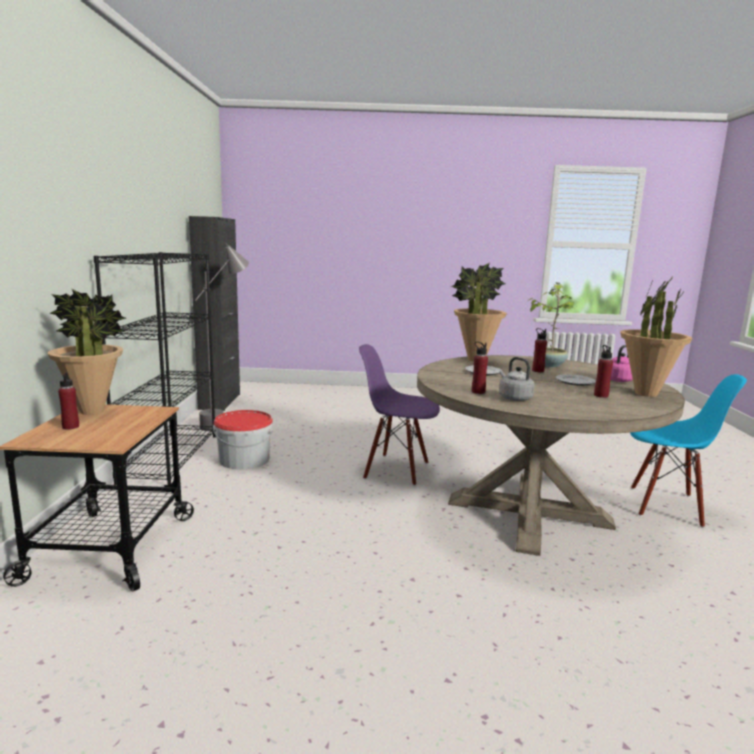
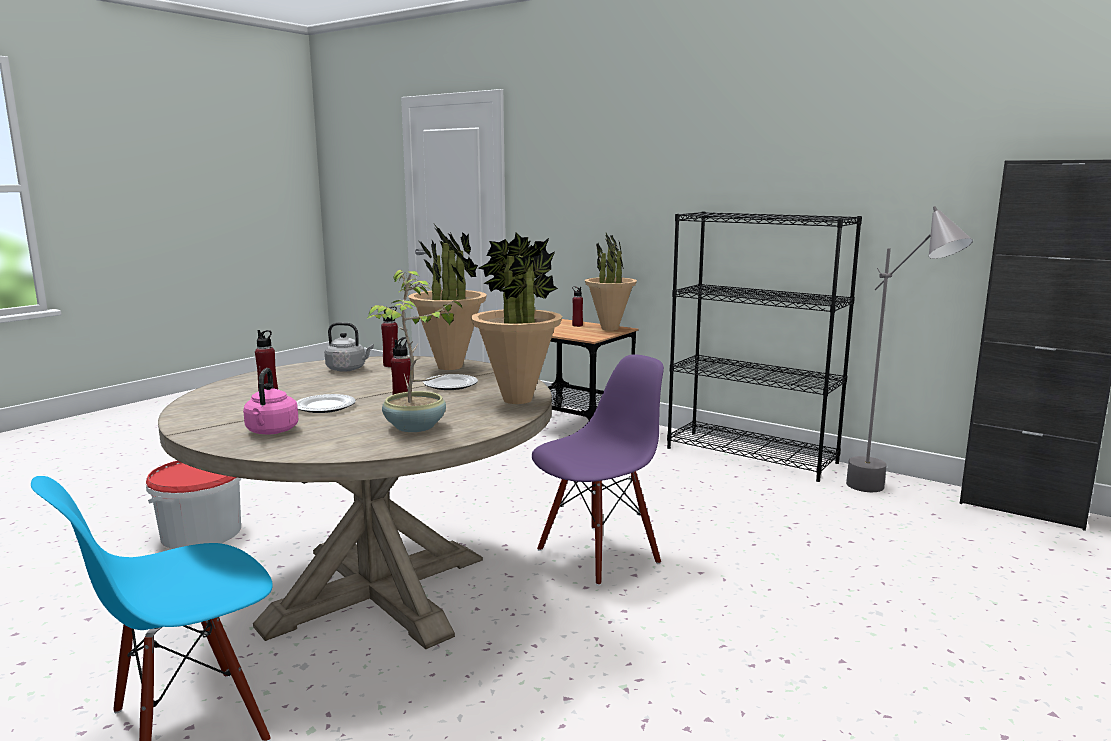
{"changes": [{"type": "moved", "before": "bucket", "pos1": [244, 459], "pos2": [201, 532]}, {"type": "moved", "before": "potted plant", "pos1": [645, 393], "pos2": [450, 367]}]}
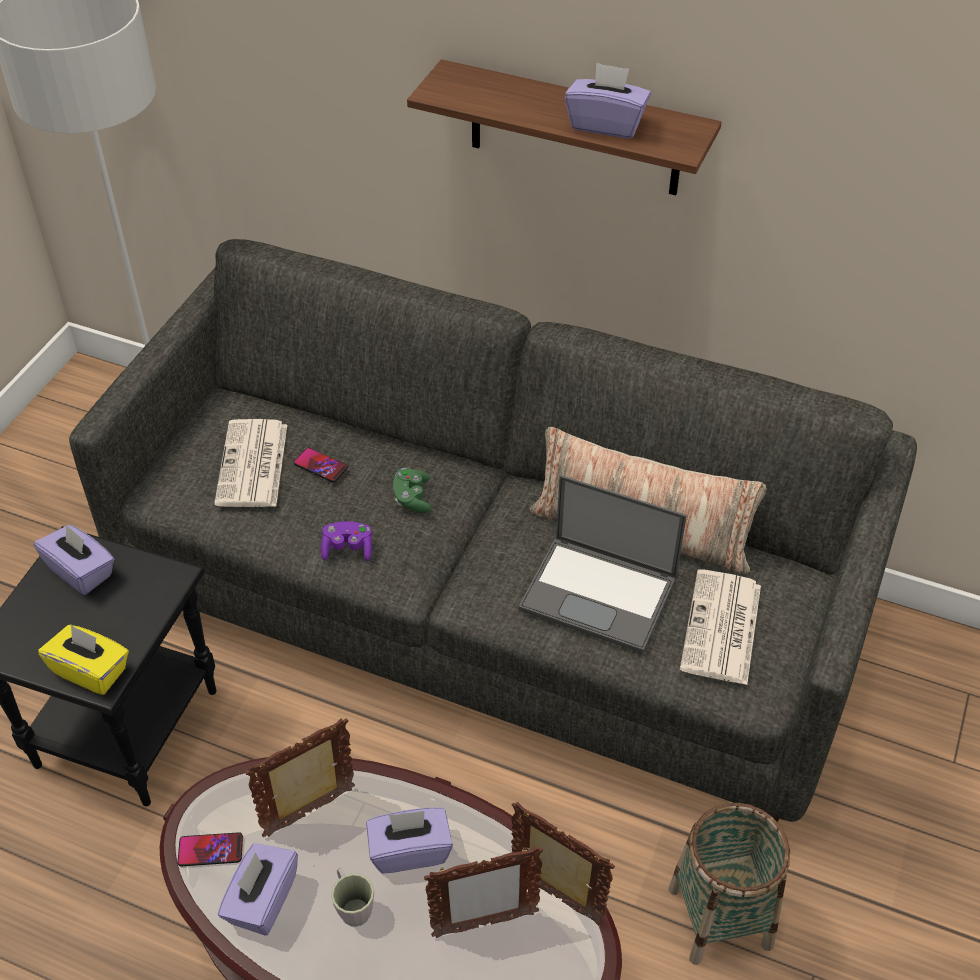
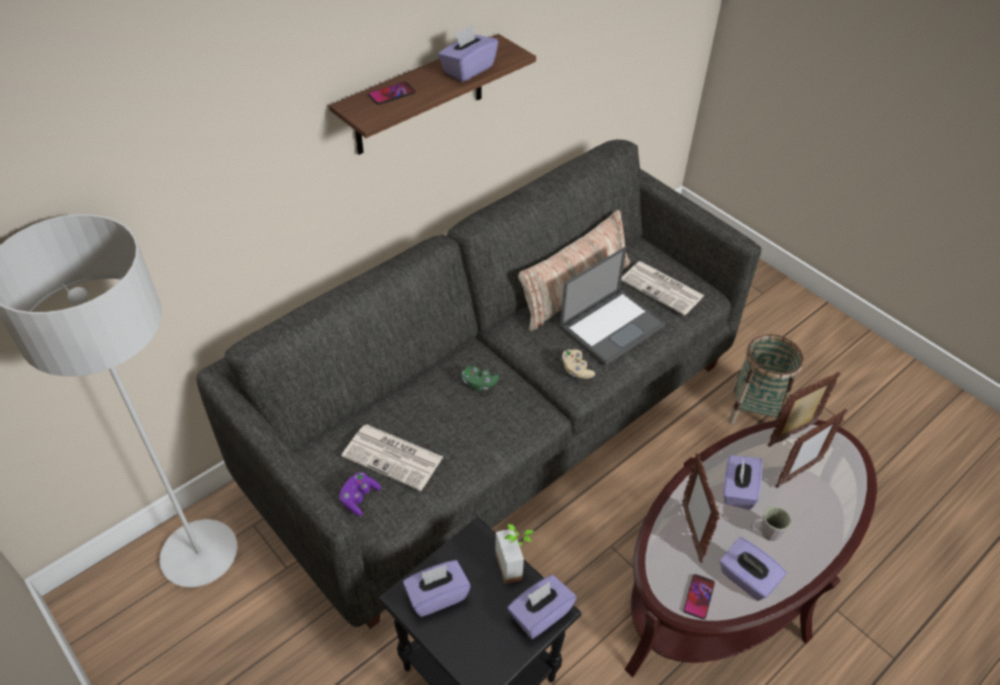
{"changes": [{"type": "added", "after": "potted plant", "pos2": [515, 564]}, {"type": "added", "after": "beige game controller", "pos2": [576, 370]}, {"type": "moved", "before": "phone", "pos1": [320, 466], "pos2": [392, 94]}, {"type": "moved", "before": "purple game controller", "pos1": [348, 549], "pos2": [359, 498]}, {"type": "recoloured", "before": "yellow tissue box", "after": "purple tissue box", "pos1": [91, 671], "pos2": [540, 614]}, {"type": "turned", "before": "picture frame", "pos1": [484, 924], "pos2": [797, 473], "turn": 45}]}
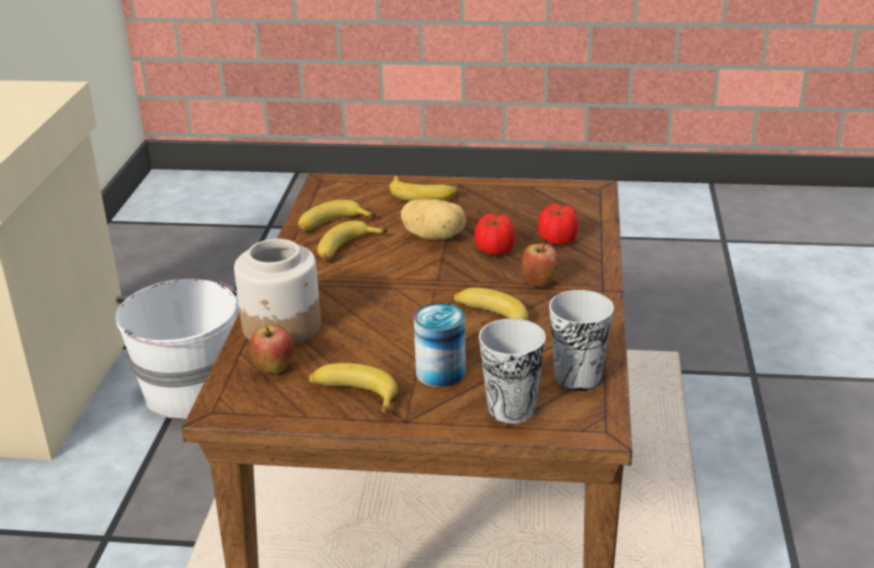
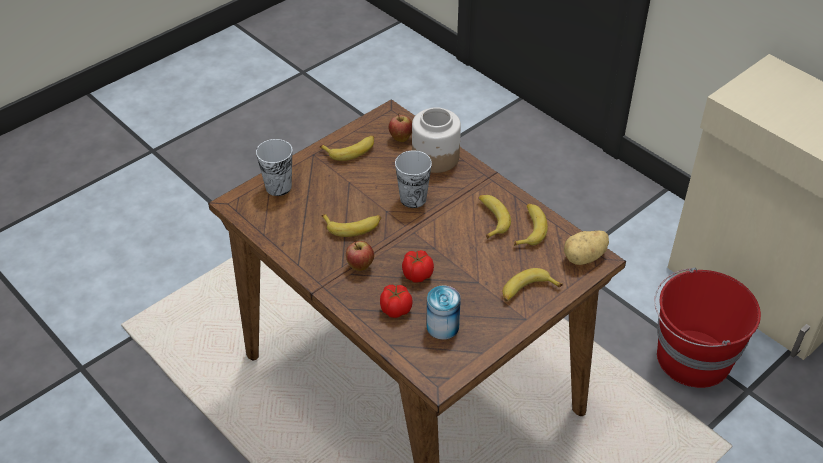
{"changes": [{"type": "moved", "before": "potato", "pos1": [434, 236], "pos2": [585, 258]}, {"type": "moved", "before": "can", "pos1": [440, 372], "pos2": [442, 326]}, {"type": "moved", "before": "cup", "pos1": [577, 378], "pos2": [413, 199]}, {"type": "recoloured", "before": "white bucket", "after": "red bucket", "pos1": [192, 392], "pos2": [692, 358]}]}
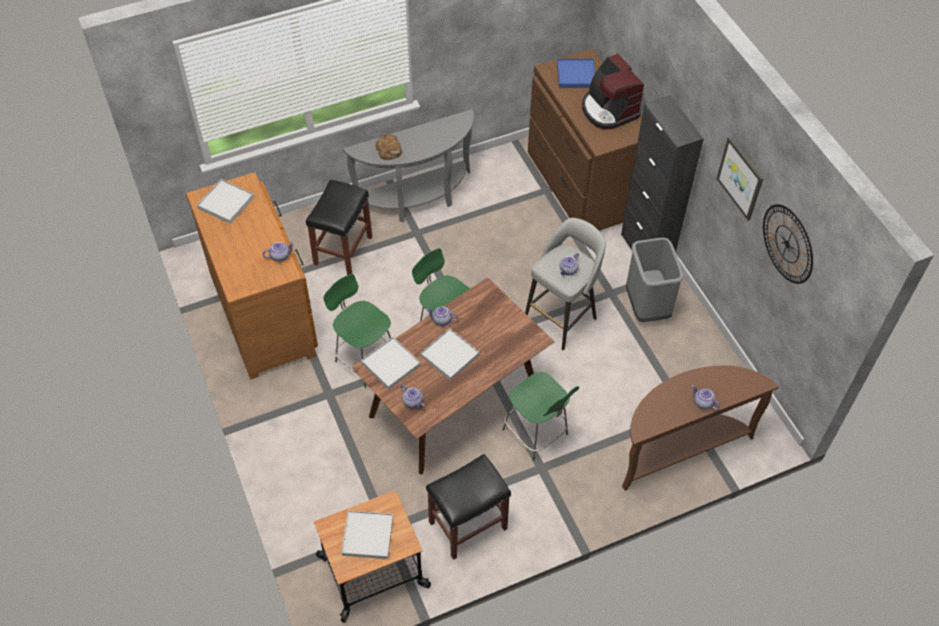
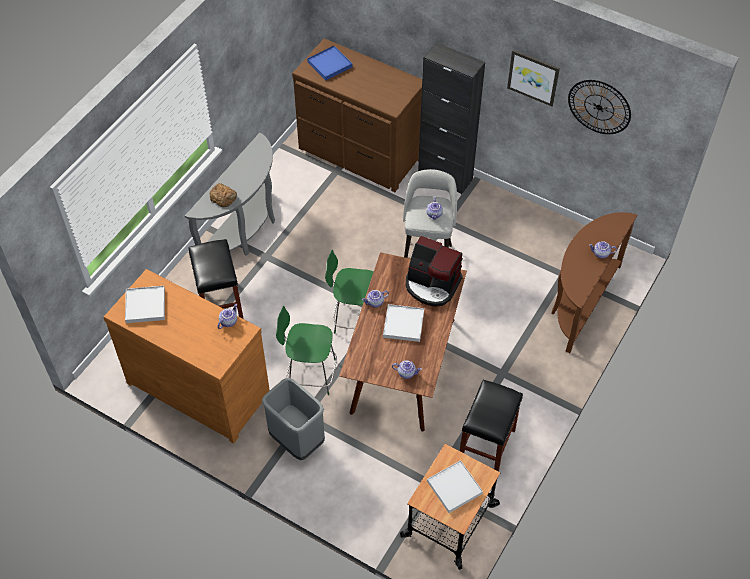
{"changes": [{"type": "removed", "before": "white tray", "pos1": [391, 364]}, {"type": "removed", "before": "green chair", "pos1": [536, 433]}, {"type": "moved", "before": "coffee machine", "pos1": [609, 110], "pos2": [432, 285]}, {"type": "moved", "before": "grey trash can", "pos1": [647, 306], "pos2": [297, 440]}]}
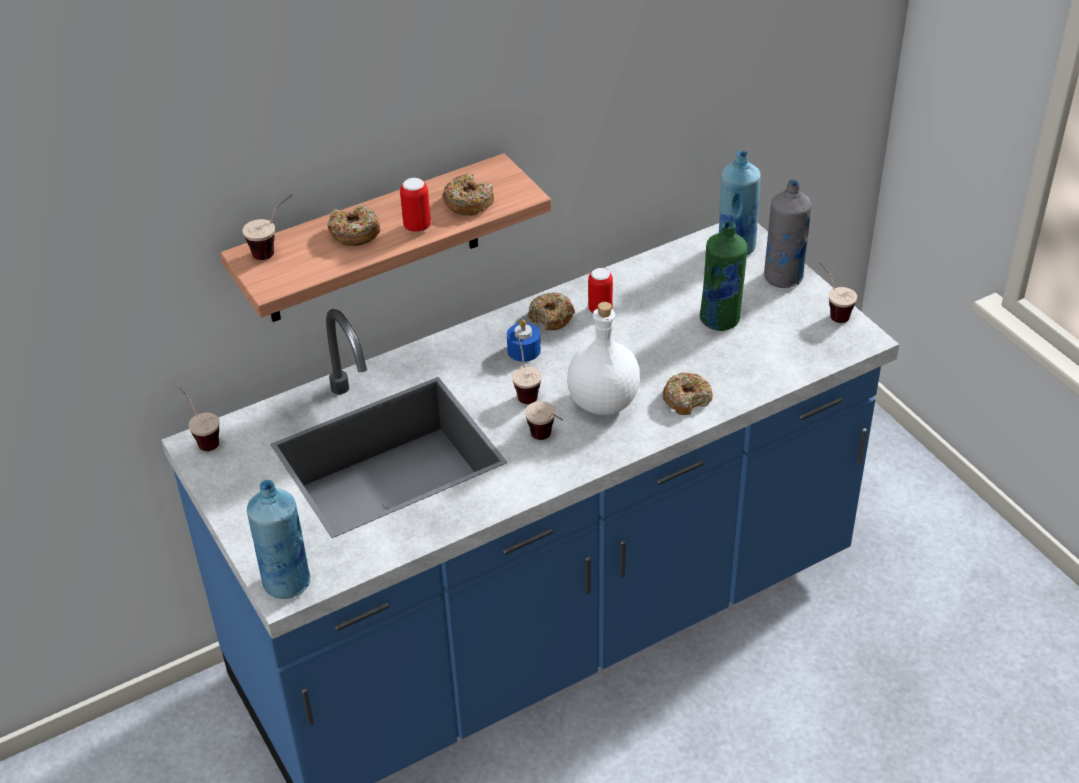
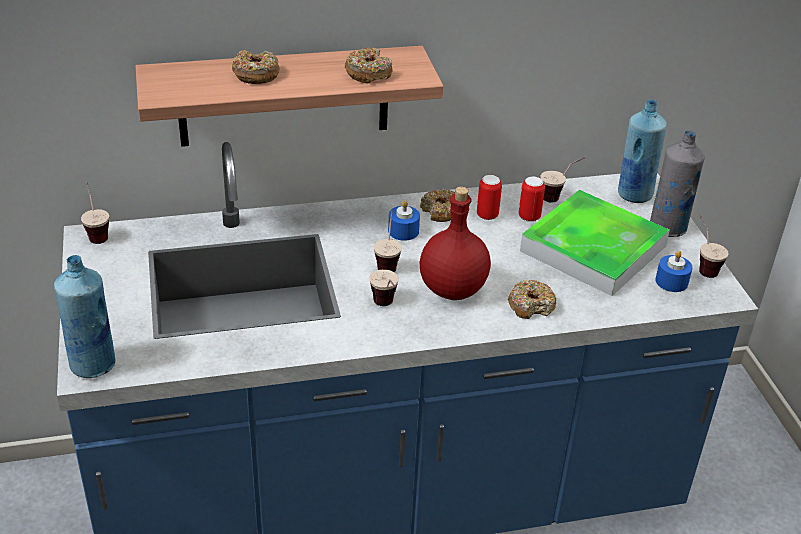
{"changes": [{"type": "added", "after": "blue candle", "pos2": [671, 281]}, {"type": "moved", "before": "cup", "pos1": [274, 248], "pos2": [559, 196]}, {"type": "moved", "before": "can", "pos1": [417, 227], "pos2": [529, 217]}, {"type": "replaced", "before": "green bottle", "after": "tray", "pos1": [720, 320], "pos2": [593, 248]}, {"type": "recoloured", "before": "white bottle", "after": "red bottle", "pos1": [604, 403], "pos2": [453, 290]}]}
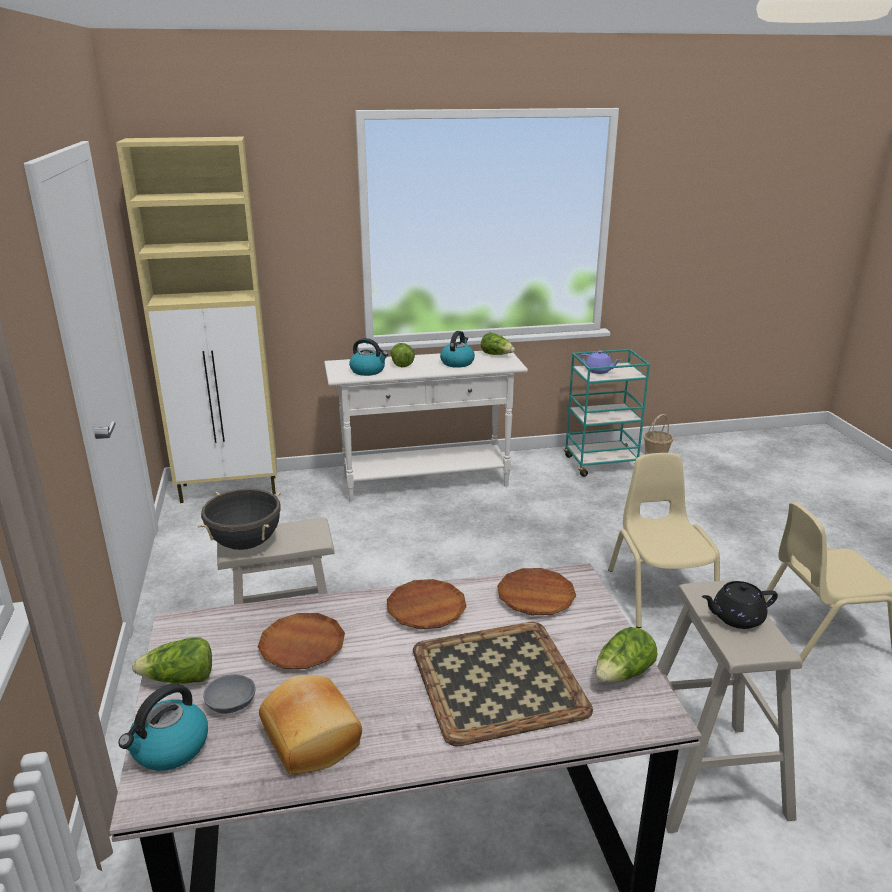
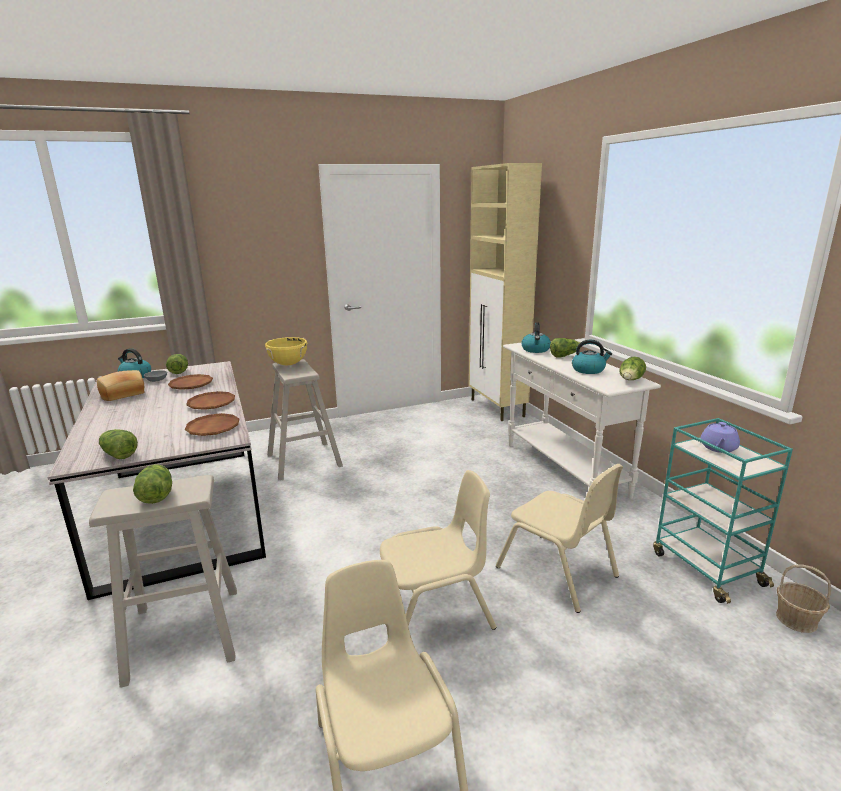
{"changes": [{"type": "removed", "before": "tray", "pos1": [499, 679]}, {"type": "added", "after": "beige chair", "pos2": [557, 572]}, {"type": "replaced", "before": "black teapot", "after": "lettuce", "pos1": [736, 618], "pos2": [155, 494]}, {"type": "recoloured", "before": "black cooking pot", "after": "yellow cooking pot", "pos1": [245, 544], "pos2": [288, 364]}]}
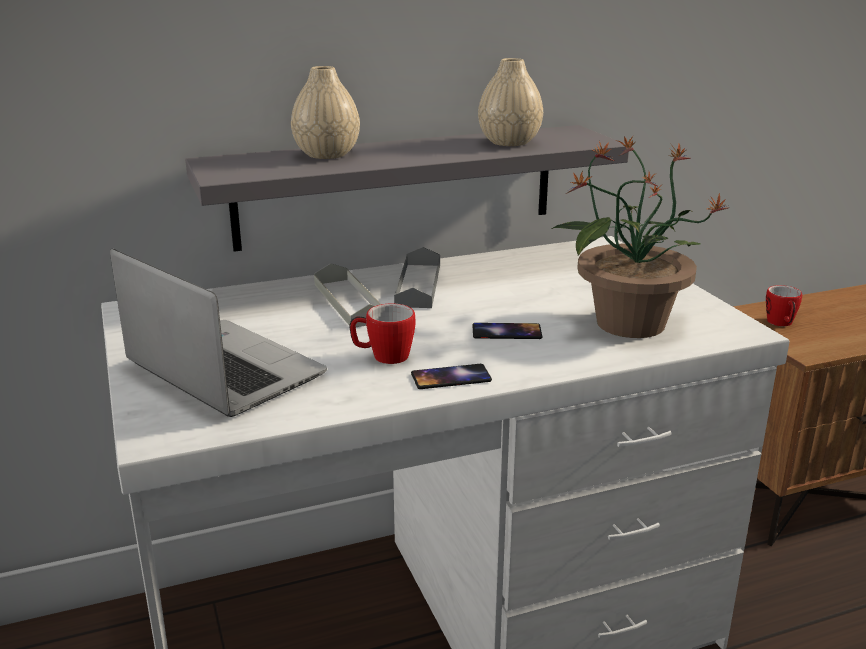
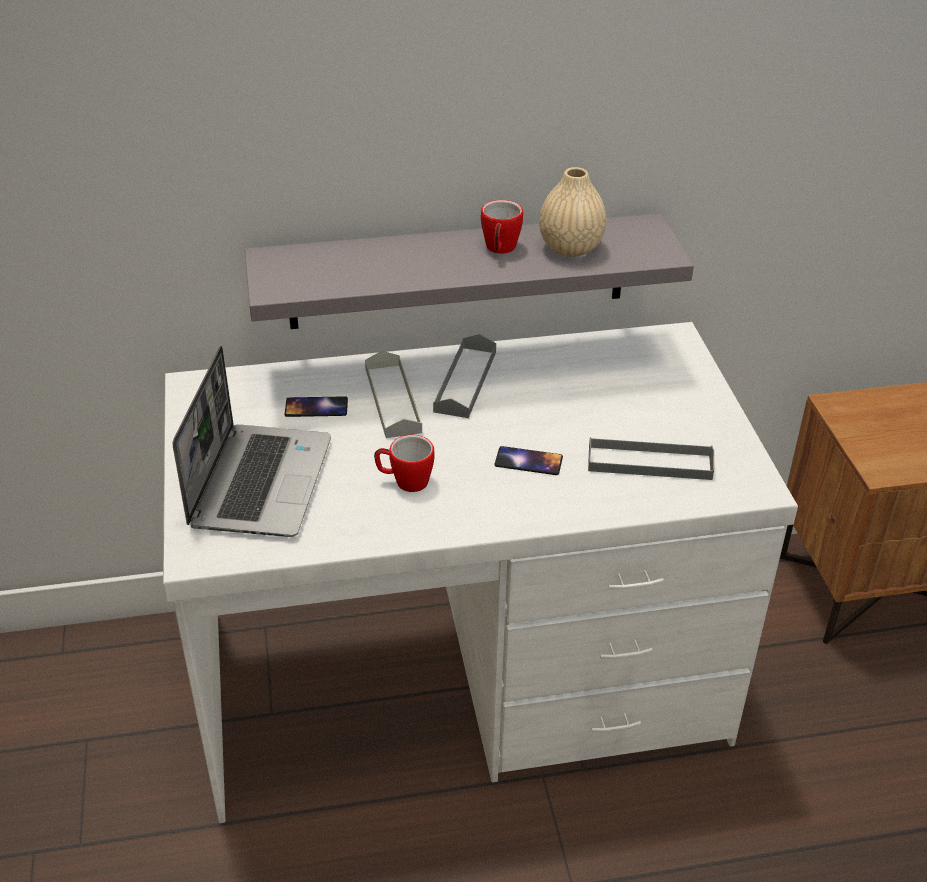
{"changes": [{"type": "removed", "before": "beige vase", "pos1": [326, 154]}, {"type": "moved", "before": "phone", "pos1": [451, 377], "pos2": [316, 407]}, {"type": "moved", "before": "mug", "pos1": [781, 324], "pos2": [500, 250]}, {"type": "replaced", "before": "potted plant", "after": "grey tray", "pos1": [627, 323], "pos2": [649, 463]}, {"type": "turned", "before": "laptop", "pos1": [221, 370], "pos2": [260, 481], "turn": 45}]}
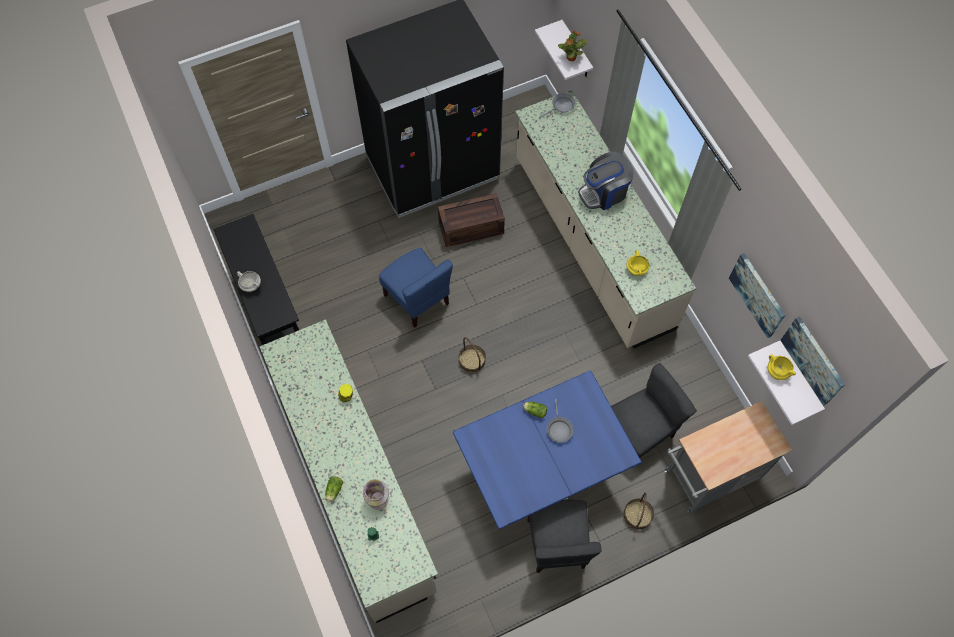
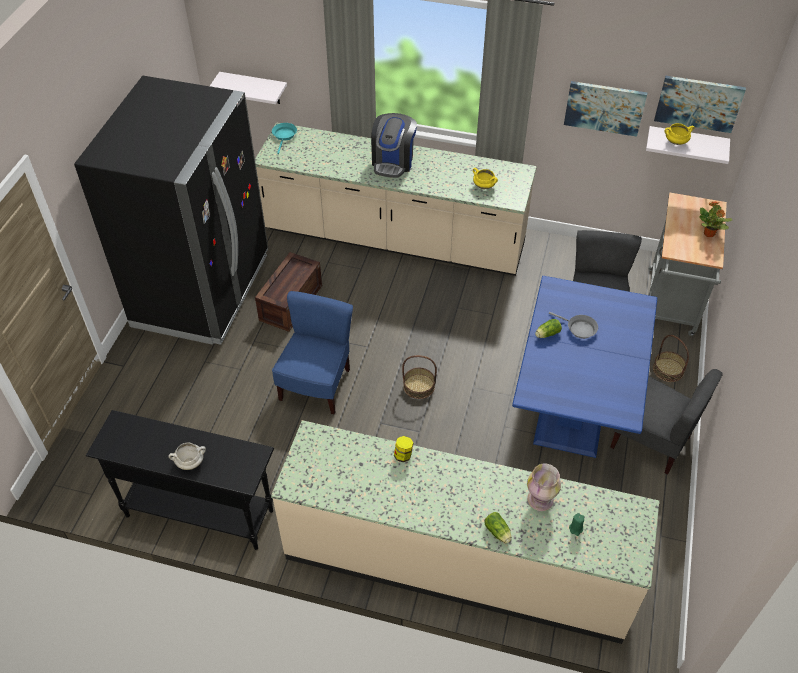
{"changes": [{"type": "moved", "before": "potted plant", "pos1": [570, 58], "pos2": [709, 234]}, {"type": "recoloured", "before": "grey frying pan", "after": "turquoise frying pan", "pos1": [561, 106], "pos2": [284, 136]}, {"type": "turned", "before": "blue chair", "pos1": [417, 299], "pos2": [316, 385], "turn": -75}]}
